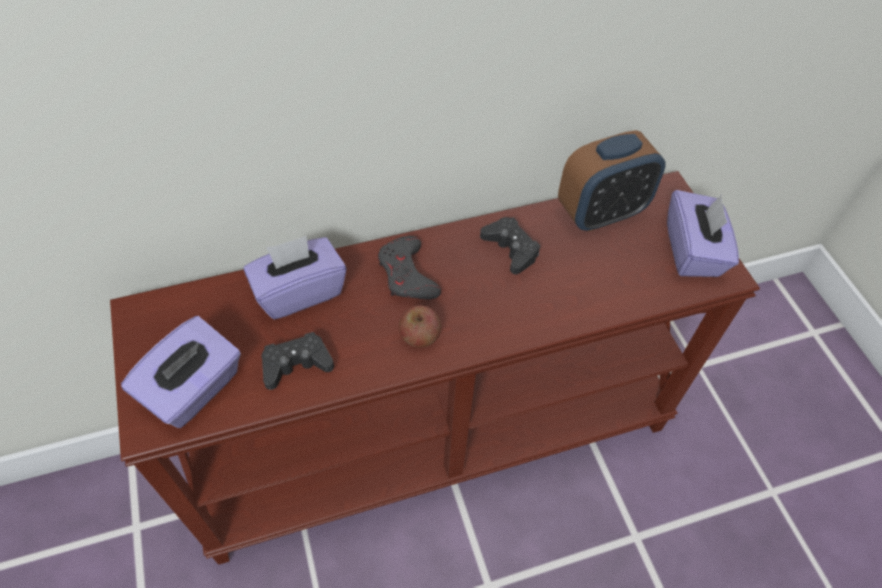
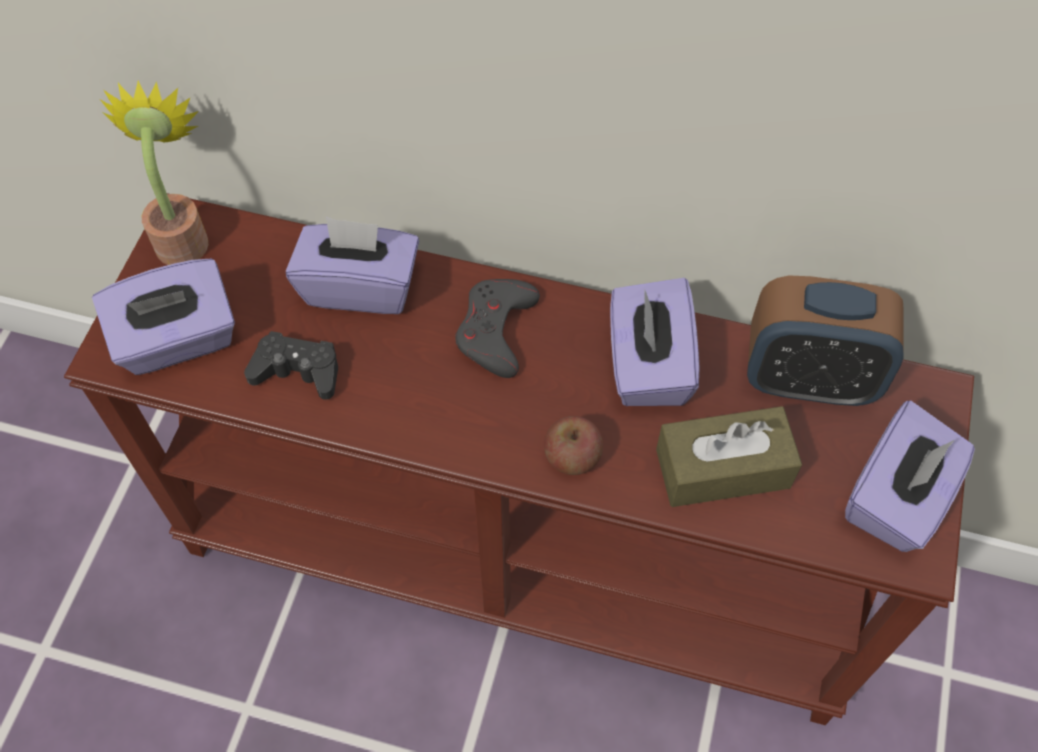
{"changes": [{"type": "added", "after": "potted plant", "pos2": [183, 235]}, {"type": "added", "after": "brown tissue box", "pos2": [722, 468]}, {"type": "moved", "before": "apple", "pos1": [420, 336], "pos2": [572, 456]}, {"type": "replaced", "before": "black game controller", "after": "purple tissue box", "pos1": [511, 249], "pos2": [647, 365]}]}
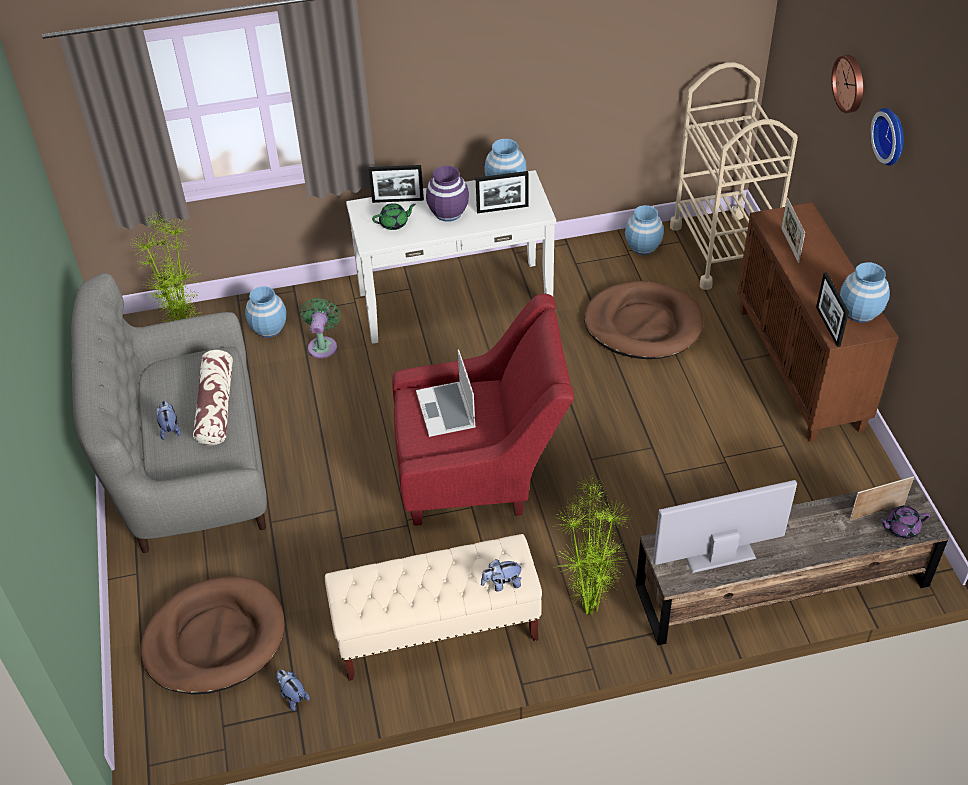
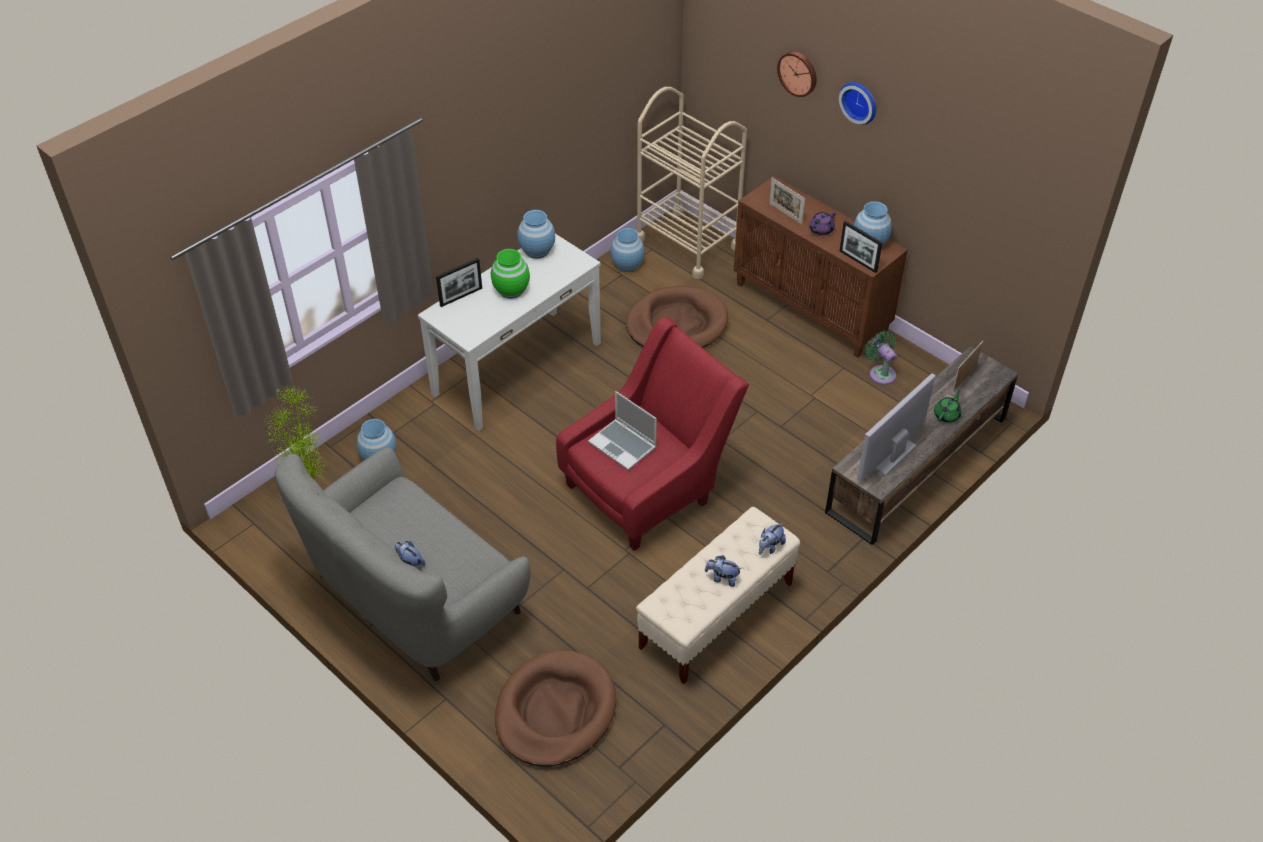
{"changes": [{"type": "removed", "before": "pillow", "pos1": [216, 406]}, {"type": "removed", "before": "picture frame", "pos1": [502, 209]}, {"type": "removed", "before": "potted plant", "pos1": [588, 608]}, {"type": "moved", "before": "plush toy", "pos1": [292, 696], "pos2": [722, 578]}, {"type": "moved", "before": "green fan", "pos1": [323, 345], "pos2": [881, 373]}, {"type": "moved", "before": "green teapot", "pos1": [394, 223], "pos2": [947, 415]}, {"type": "moved", "before": "purple teapot", "pos1": [901, 528], "pos2": [820, 230]}, {"type": "recoloured", "before": "purple vase", "after": "green vase", "pos1": [448, 212], "pos2": [511, 290]}]}
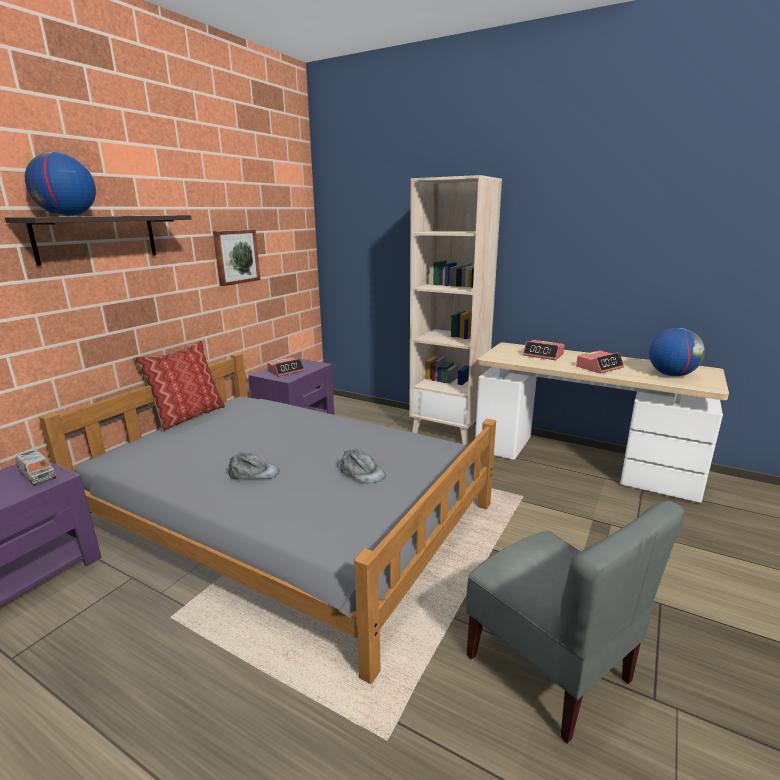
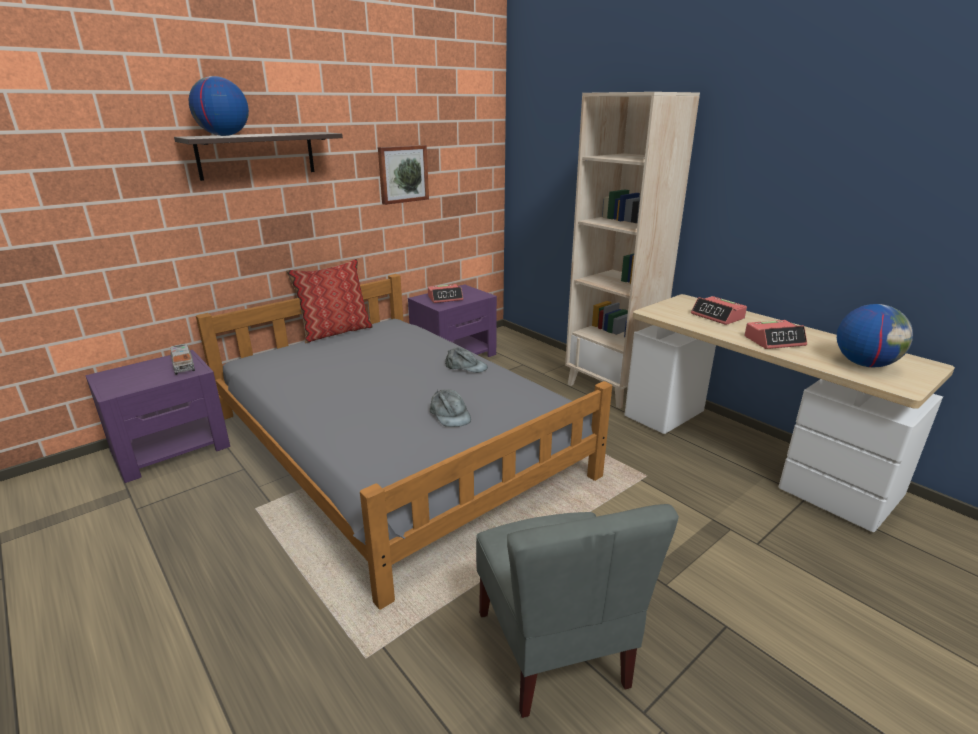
{"changes": [{"type": "moved", "before": "grey cap", "pos1": [254, 473], "pos2": [466, 366]}]}
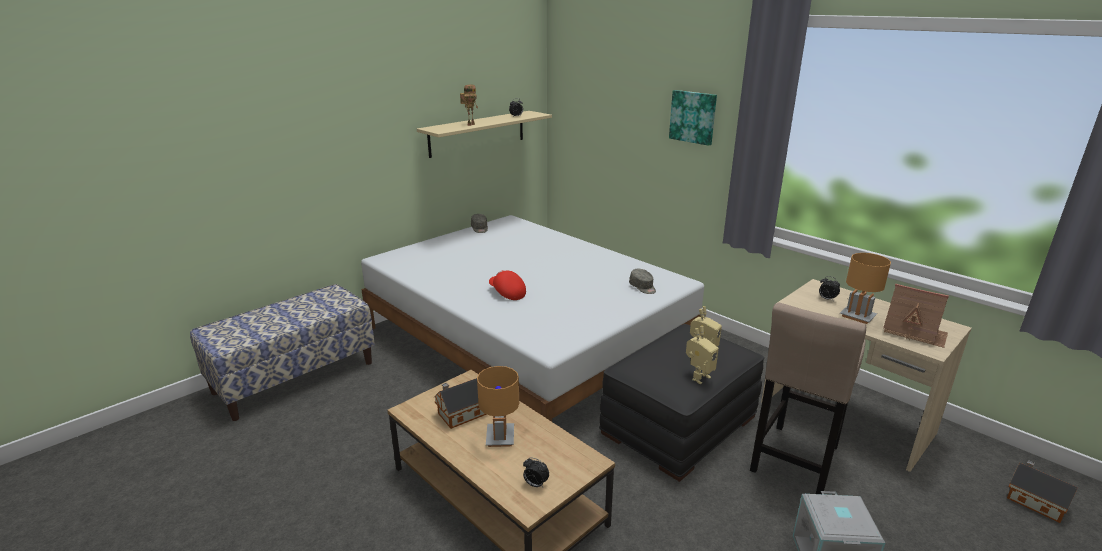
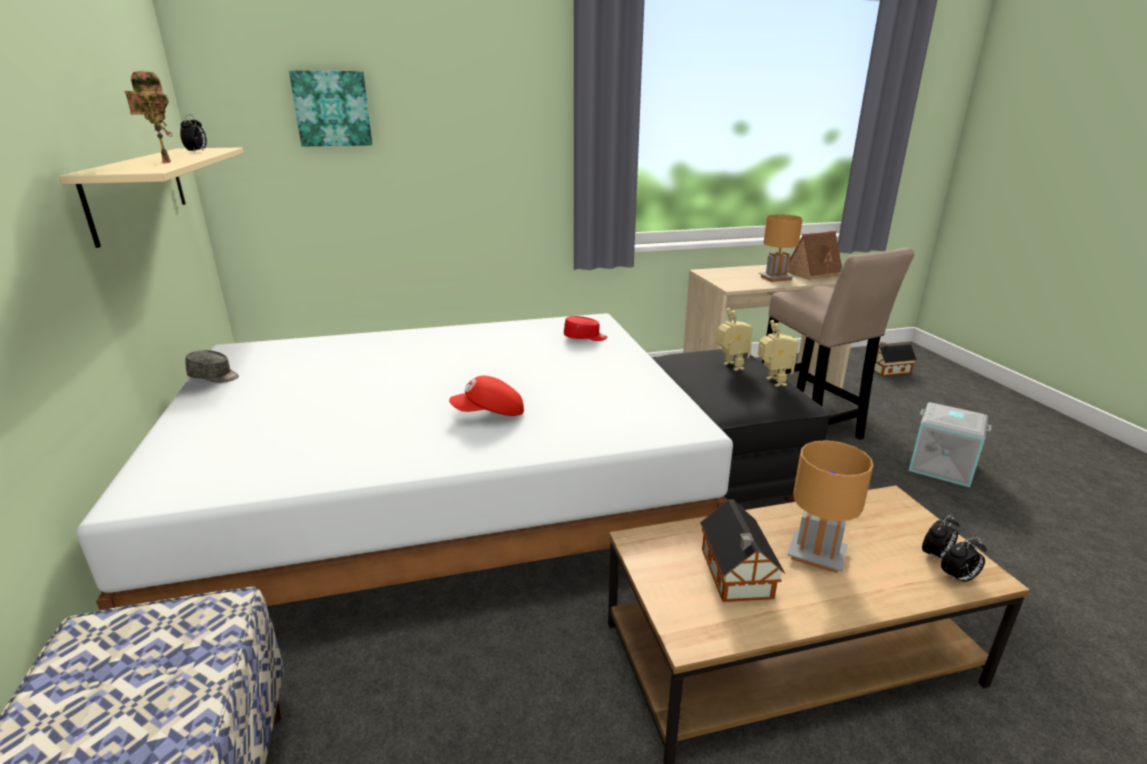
{"changes": [{"type": "moved", "before": "picture", "pos1": [693, 117], "pos2": [332, 109]}, {"type": "moved", "before": "alarm clock", "pos1": [826, 299], "pos2": [958, 578]}, {"type": "recoloured", "before": "grey cap", "after": "red cap", "pos1": [643, 287], "pos2": [585, 337]}]}
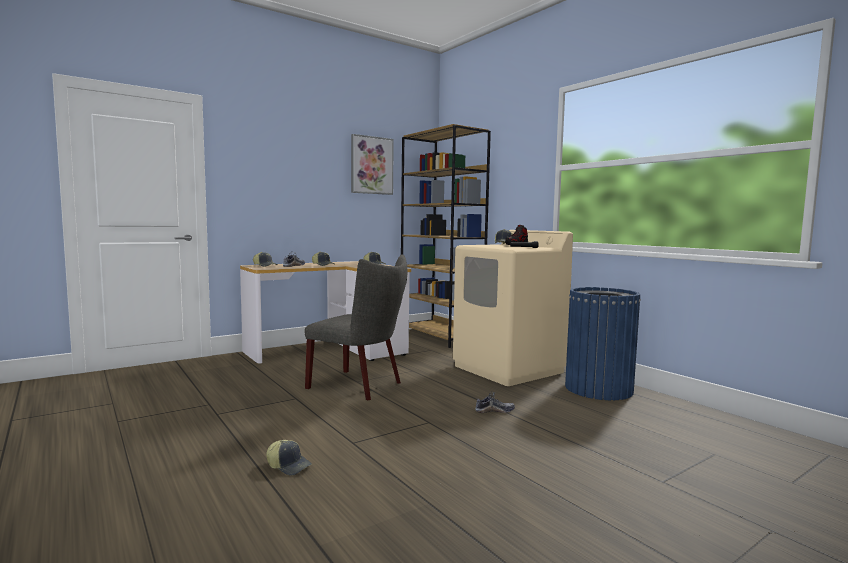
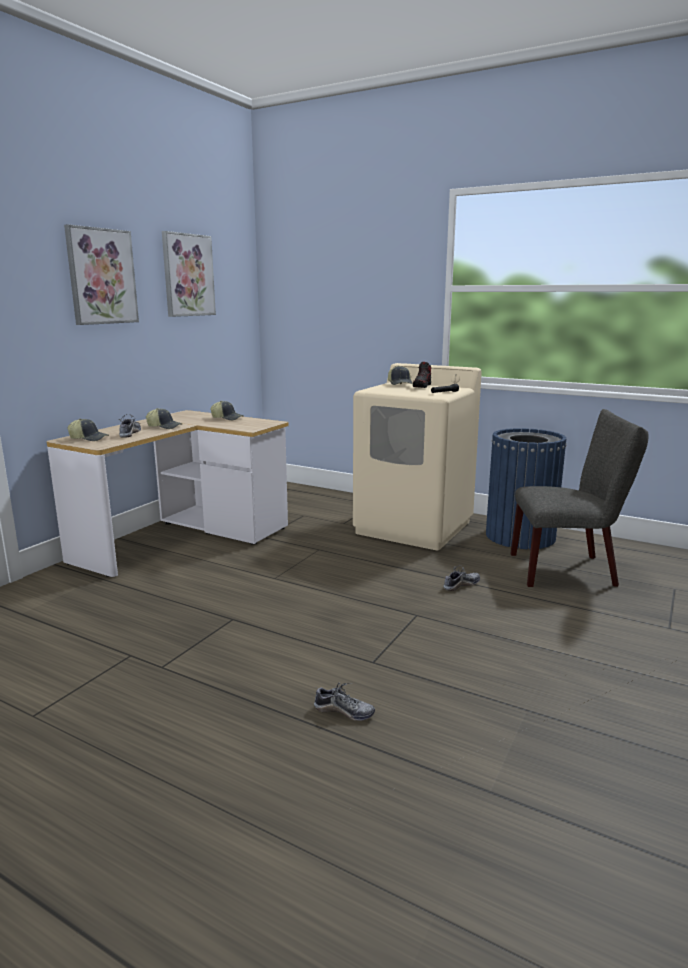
{"changes": [{"type": "removed", "before": "brown bookcase", "pos1": [441, 336]}, {"type": "added", "after": "picture", "pos2": [101, 276]}, {"type": "moved", "before": "grey chair", "pos1": [360, 386], "pos2": [569, 570]}, {"type": "replaced", "before": "cap", "after": "shoe", "pos1": [289, 466], "pos2": [344, 711]}]}
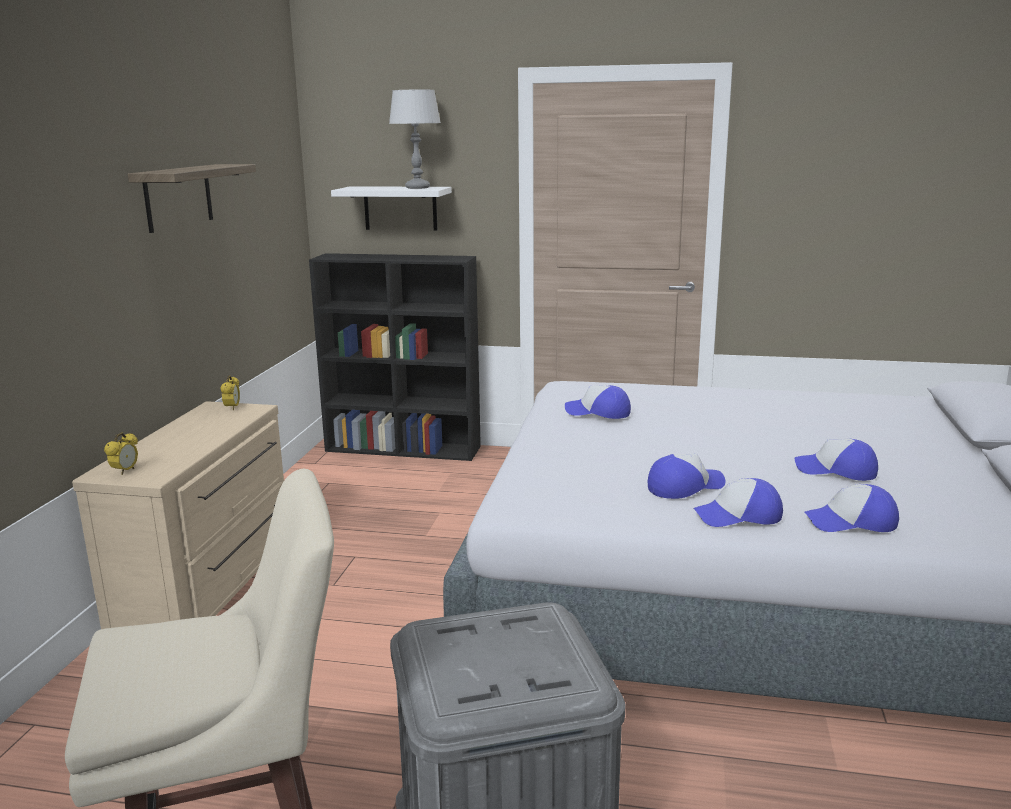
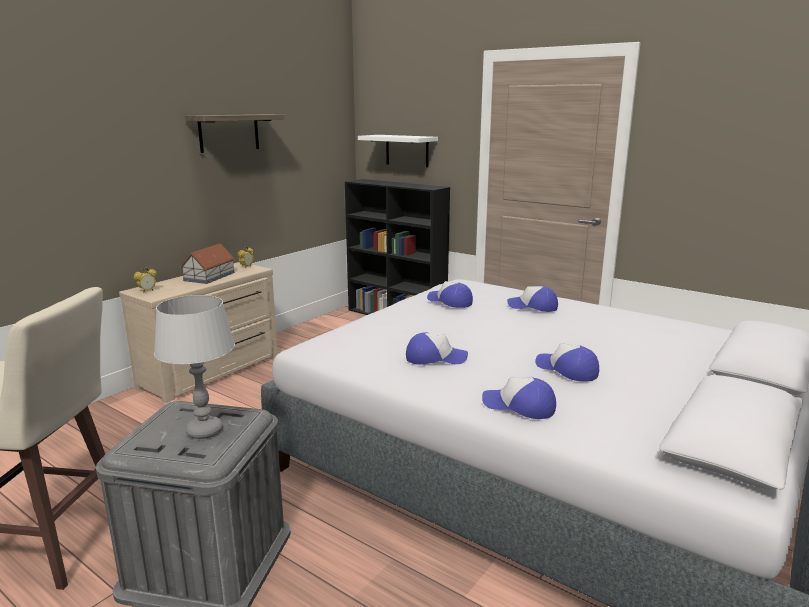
{"changes": [{"type": "added", "after": "toy house", "pos2": [210, 276]}, {"type": "moved", "before": "grey table lamp", "pos1": [417, 188], "pos2": [204, 431]}, {"type": "moved", "before": "cap", "pos1": [739, 516], "pos2": [533, 307]}]}
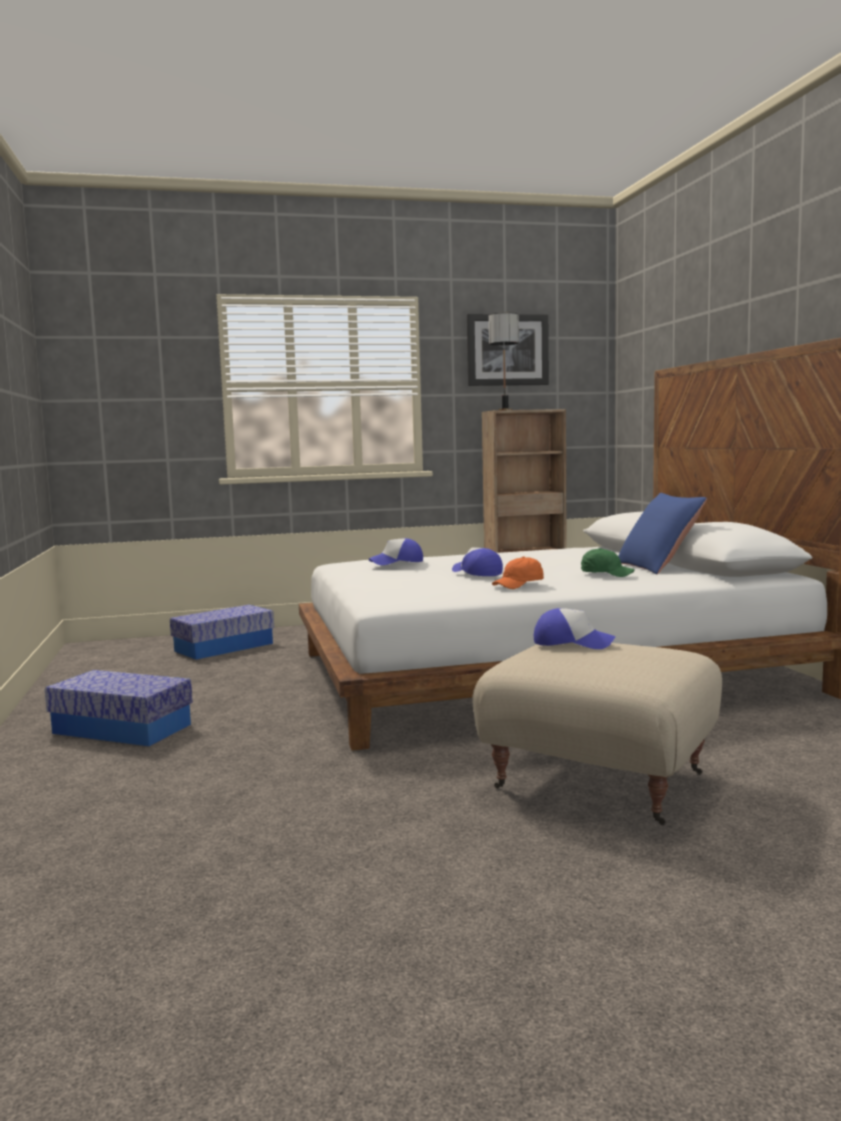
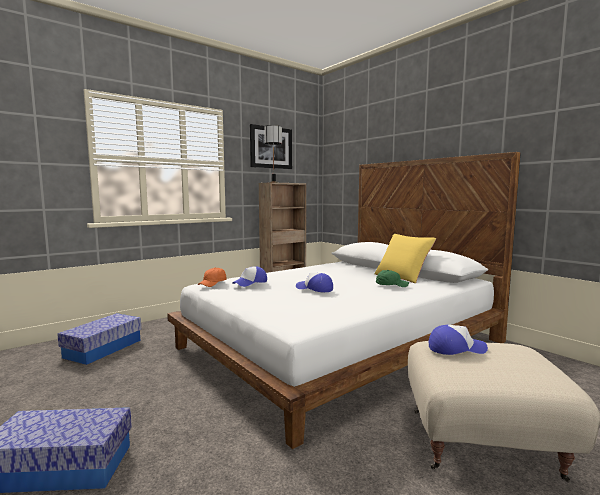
{"changes": [{"type": "moved", "before": "orange cap", "pos1": [519, 585], "pos2": [213, 283]}, {"type": "recoloured", "before": "blue pillow", "after": "yellow pillow", "pos1": [658, 567], "pos2": [403, 276]}]}
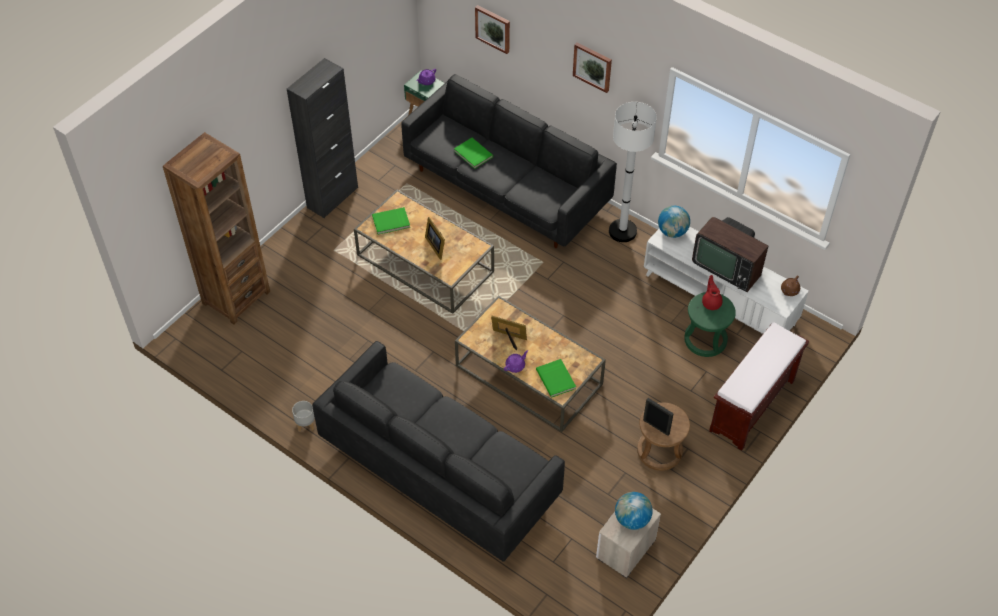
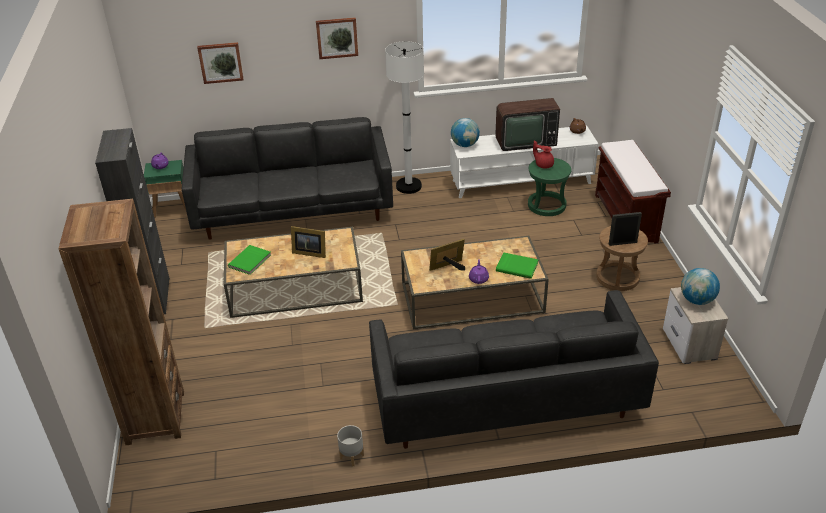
{"changes": [{"type": "removed", "before": "green book", "pos1": [472, 154]}]}
